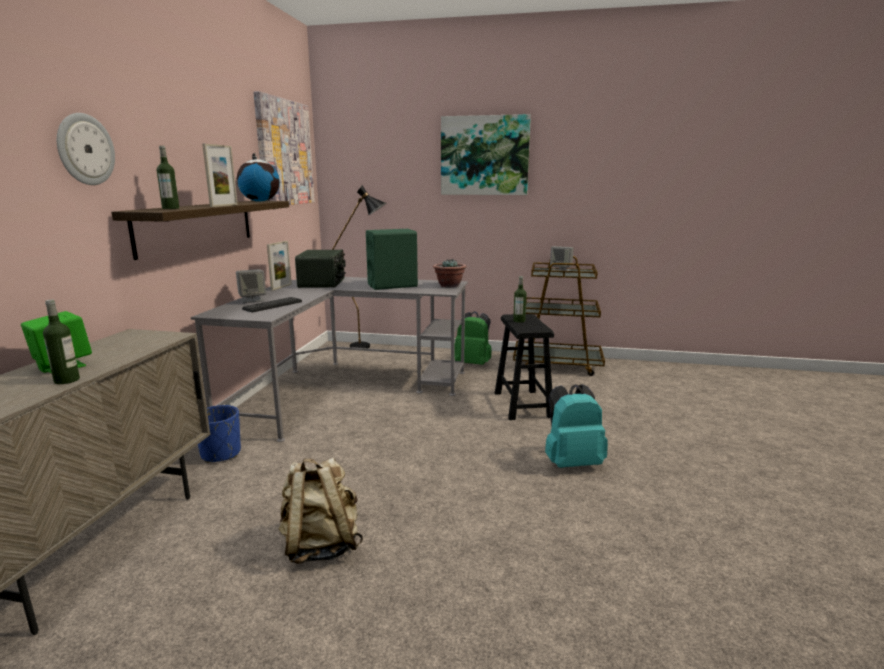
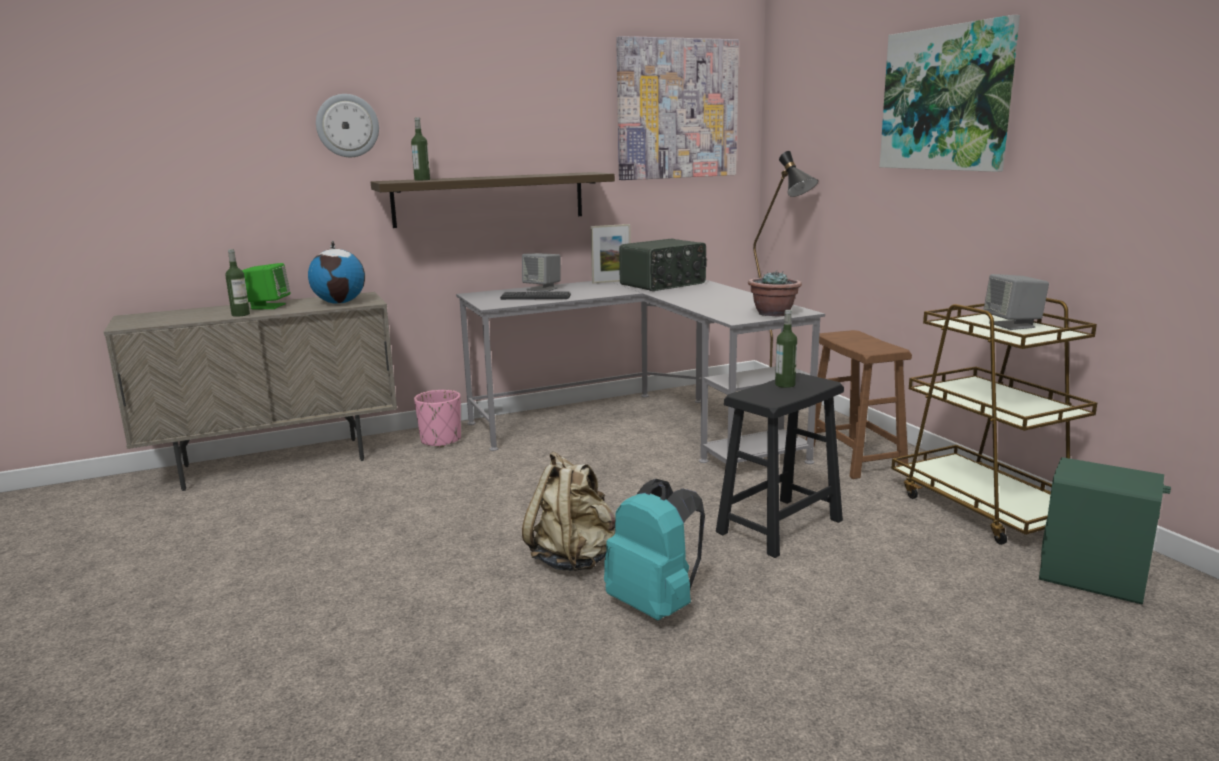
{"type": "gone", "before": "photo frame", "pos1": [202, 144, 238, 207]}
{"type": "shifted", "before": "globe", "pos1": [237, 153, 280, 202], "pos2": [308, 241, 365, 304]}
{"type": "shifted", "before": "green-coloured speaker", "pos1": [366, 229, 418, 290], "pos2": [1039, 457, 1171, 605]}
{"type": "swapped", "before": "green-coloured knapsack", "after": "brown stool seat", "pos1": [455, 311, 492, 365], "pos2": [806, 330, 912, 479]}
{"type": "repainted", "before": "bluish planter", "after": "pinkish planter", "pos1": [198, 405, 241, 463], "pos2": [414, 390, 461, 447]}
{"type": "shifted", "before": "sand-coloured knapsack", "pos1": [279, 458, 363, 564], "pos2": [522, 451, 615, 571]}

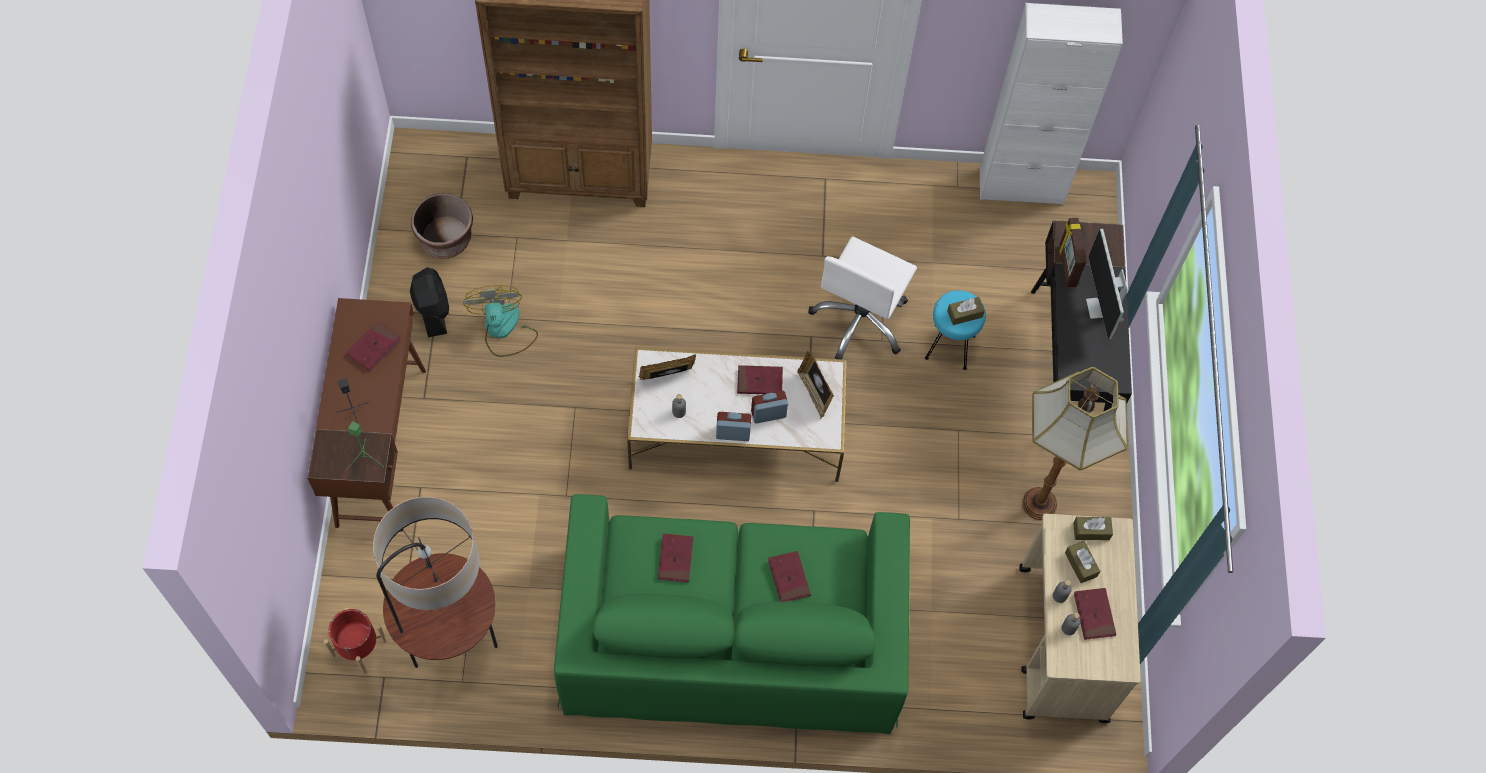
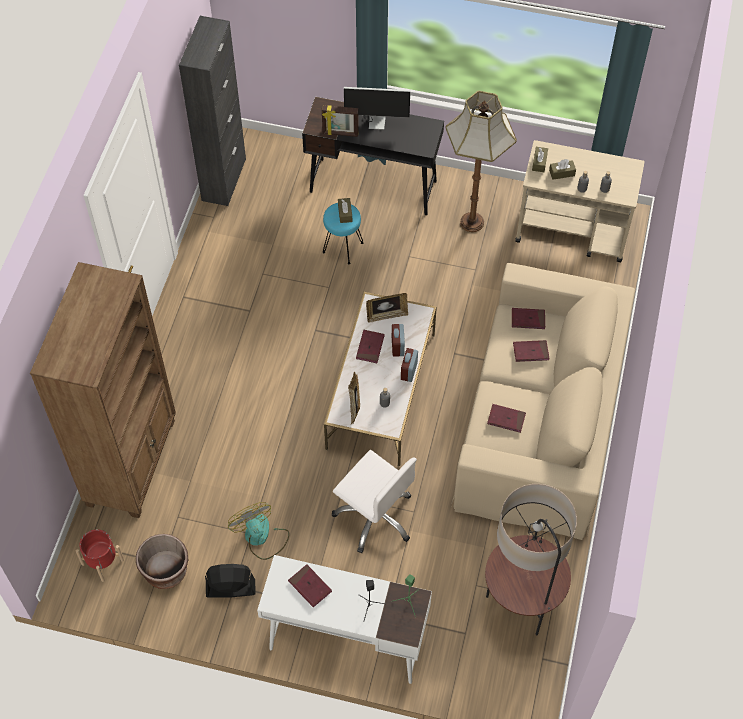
{"type": "repainted", "before": "white-coloured cabinet", "after": "black cabinet", "pos1": [980, 3, 1123, 205], "pos2": [179, 16, 246, 206]}
{"type": "shifted", "before": "white-coloured office chair", "pos1": [808, 237, 917, 359], "pos2": [332, 450, 417, 553]}
{"type": "rotated", "before": "fan", "pos1": [463, 285, 538, 357], "pos2": [228, 502, 290, 560], "turn": 60}
{"type": "repainted", "before": "brown desk table", "after": "white-coloured desk table", "pos1": [307, 298, 426, 532], "pos2": [257, 555, 432, 684]}
{"type": "repainted", "before": "green-coloured sofa", "after": "sand-coloured sofa", "pos1": [554, 494, 910, 734], "pos2": [451, 263, 635, 540]}
{"type": "shifted", "before": "red book", "pos1": [1074, 588, 1117, 640], "pos2": [512, 308, 545, 329]}
{"type": "shifted", "before": "red planter", "pos1": [324, 608, 387, 674], "pos2": [76, 529, 124, 582]}

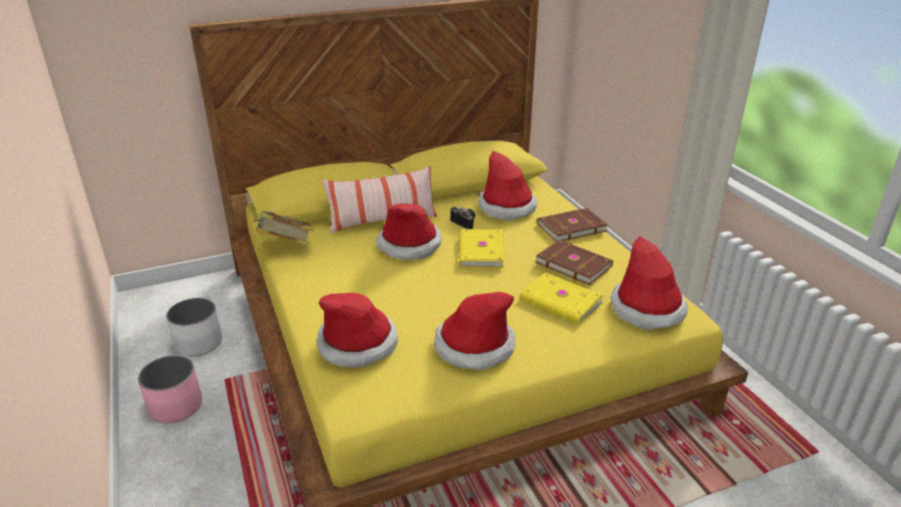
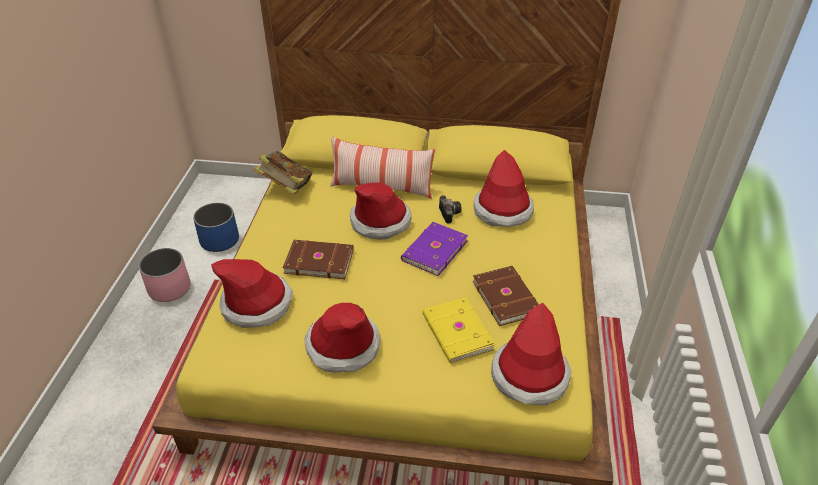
{"type": "shifted", "before": "brown book", "pos1": [537, 208, 608, 241], "pos2": [283, 240, 354, 279]}
{"type": "repainted", "before": "yellowish book", "after": "purple book", "pos1": [459, 229, 504, 268], "pos2": [401, 222, 468, 276]}
{"type": "repainted", "before": "white-coloured planter", "after": "bluish planter", "pos1": [166, 298, 222, 357], "pos2": [193, 203, 239, 252]}

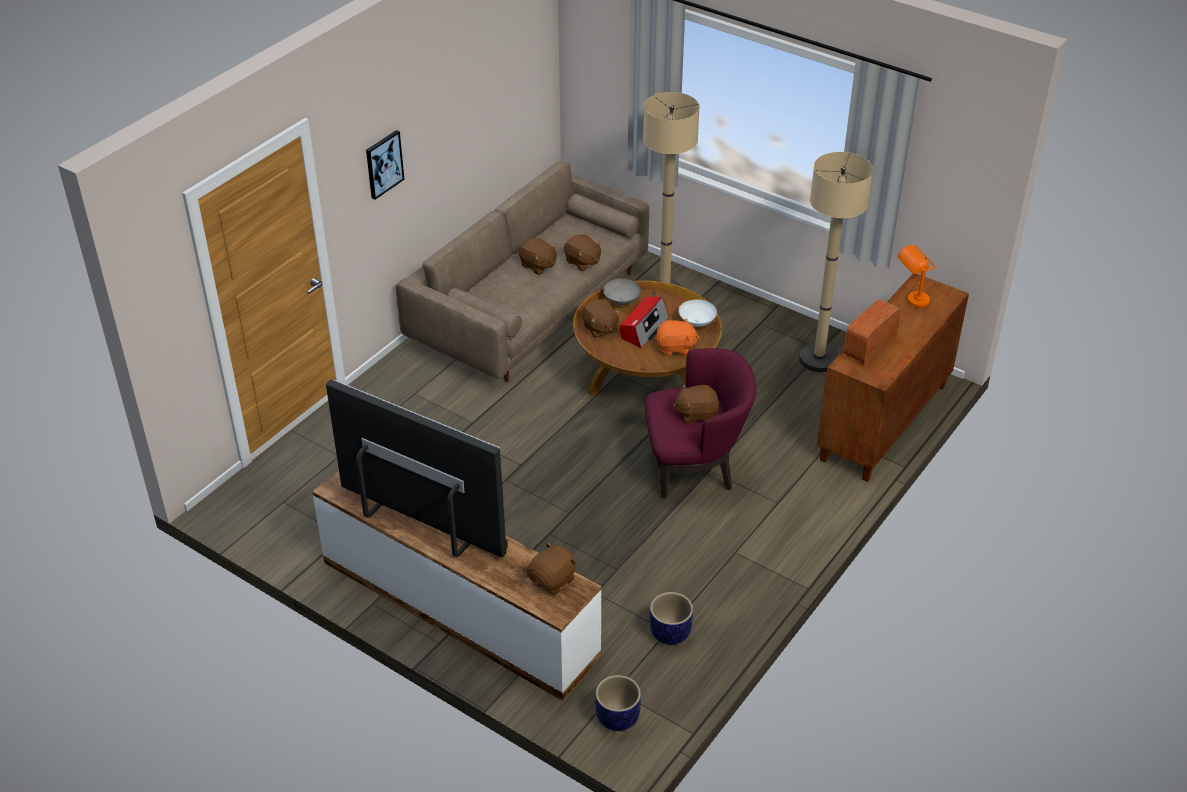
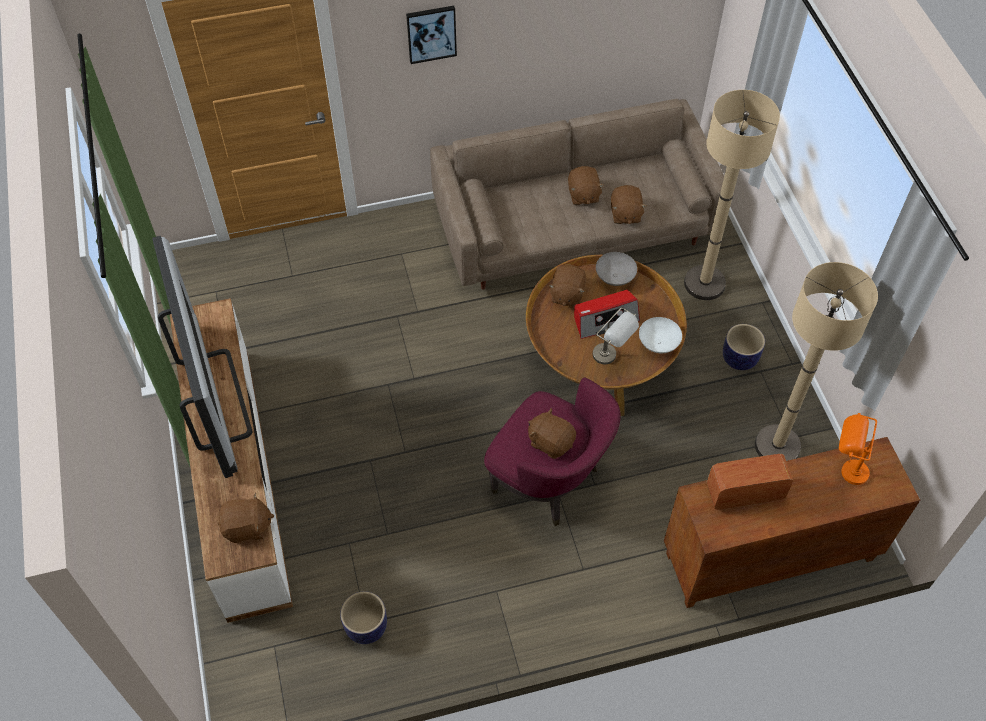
{"type": "swapped", "before": "orangey plush toy", "after": "greyish tabletop lamp", "pos1": [655, 318, 700, 356], "pos2": [593, 307, 639, 364]}
{"type": "shifted", "before": "planter", "pos1": [595, 675, 641, 731], "pos2": [723, 324, 765, 370]}

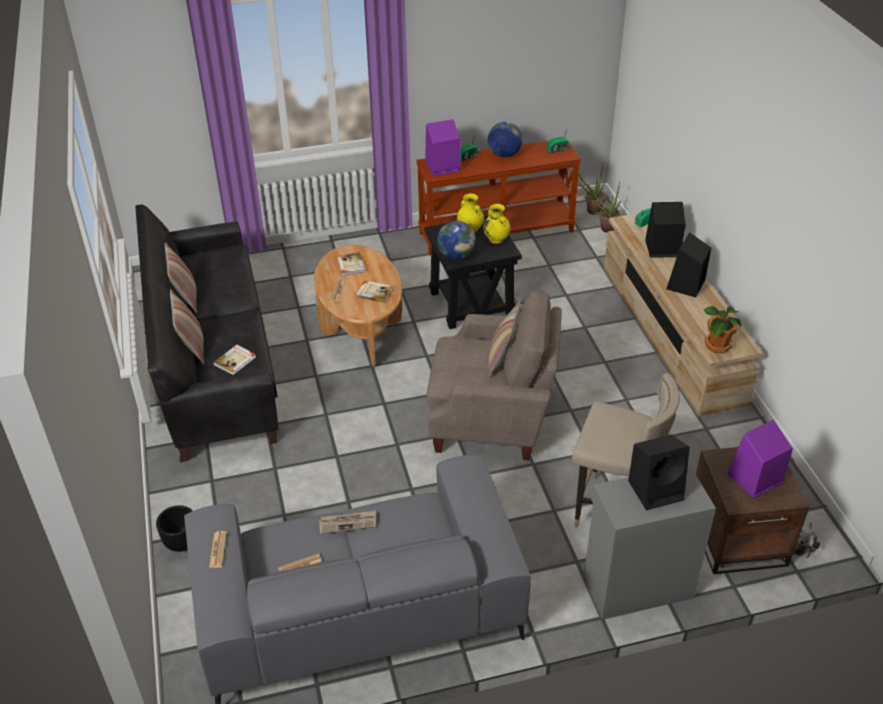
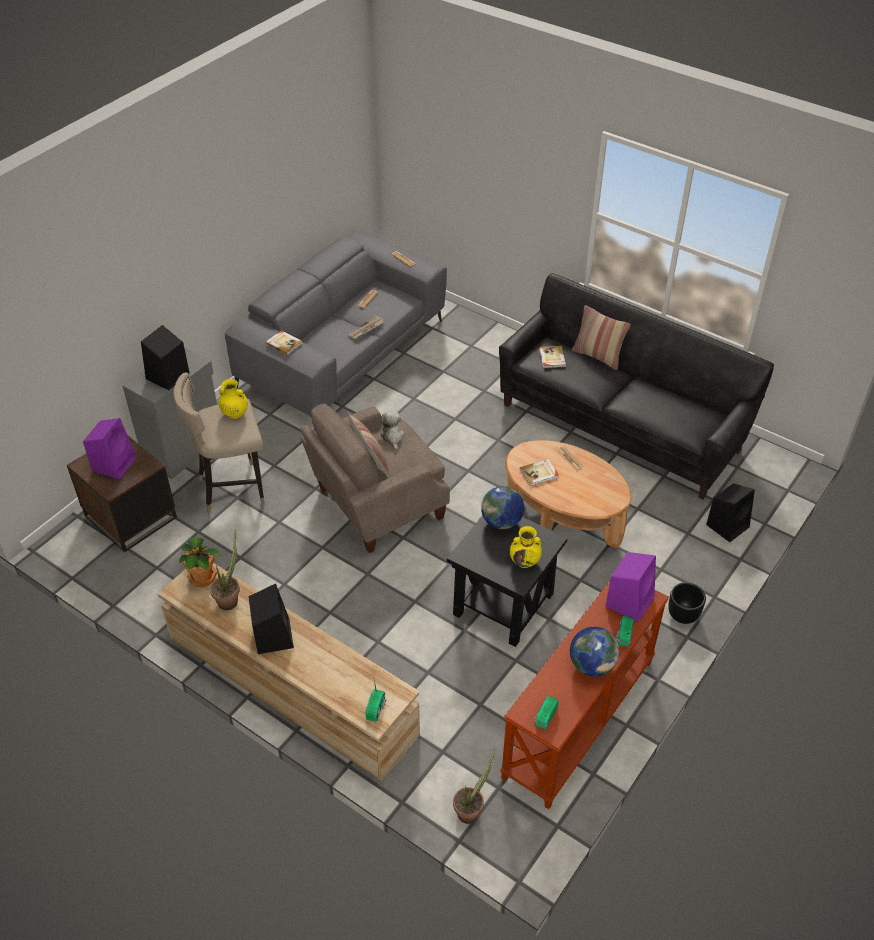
{"type": "shifted", "before": "plant in a pot", "pos1": [578, 164, 606, 215], "pos2": [210, 529, 240, 610]}
{"type": "shifted", "before": "black speaker", "pos1": [645, 202, 686, 258], "pos2": [706, 483, 755, 542]}
{"type": "shifted", "before": "yellowish decorative vase", "pos1": [483, 204, 510, 244], "pos2": [219, 379, 248, 419]}
{"type": "gone", "before": "cushion", "pos1": [165, 242, 197, 313]}
{"type": "shifted", "before": "book", "pos1": [337, 252, 366, 276], "pos2": [266, 330, 302, 355]}
{"type": "shifted", "before": "black planter", "pos1": [156, 505, 192, 552], "pos2": [668, 582, 706, 624]}
{"type": "shifted", "before": "plush toy", "pos1": [794, 522, 820, 558], "pos2": [378, 411, 404, 451]}

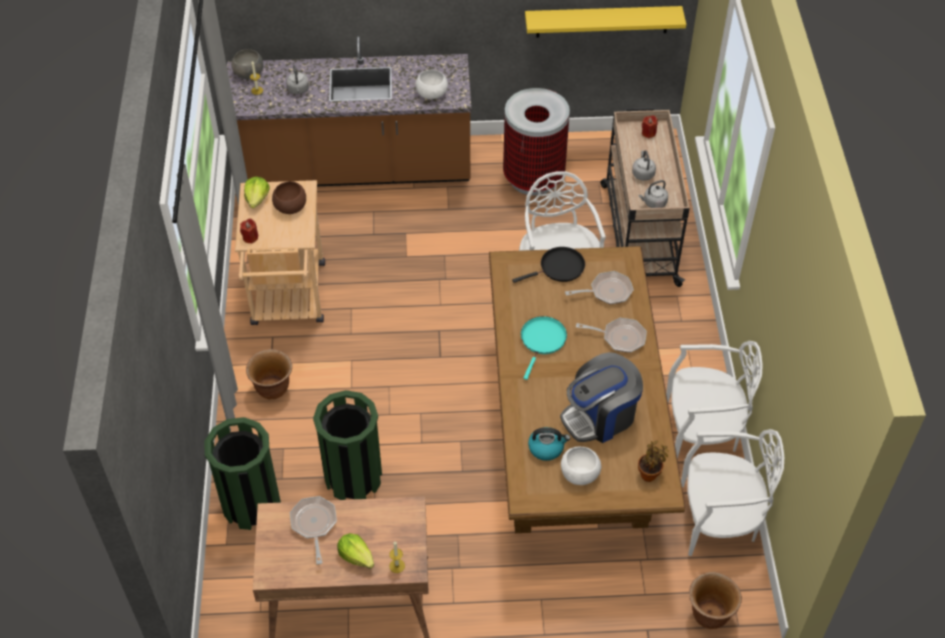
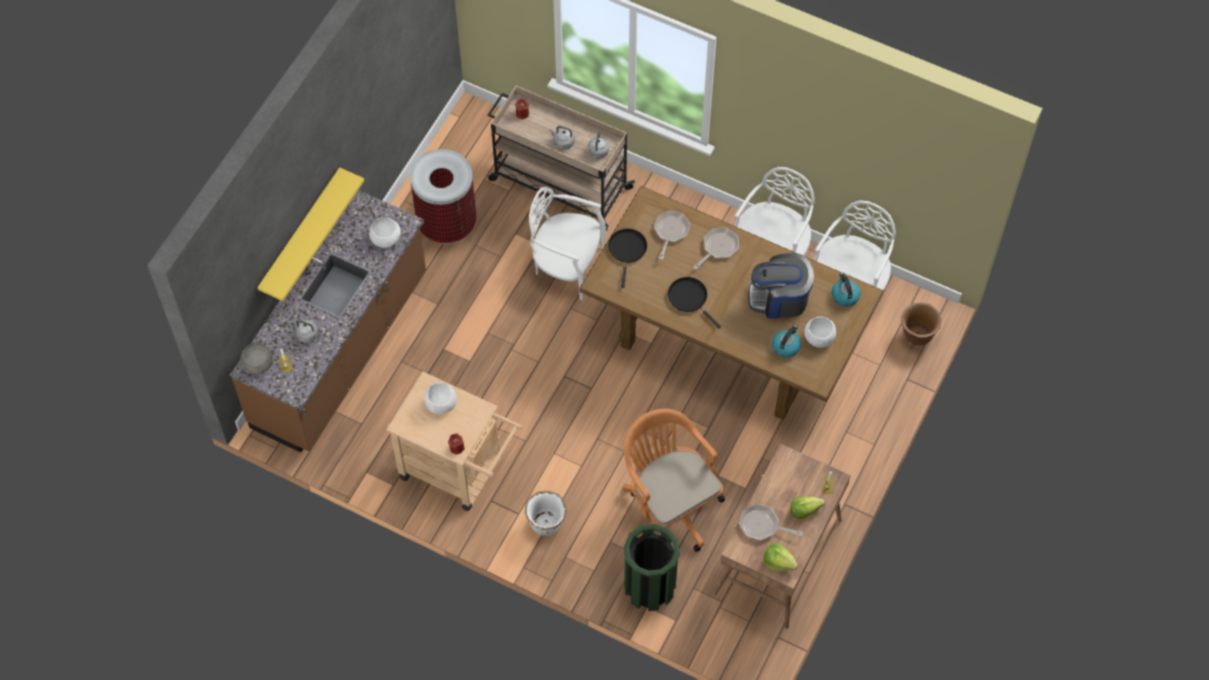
{"type": "shifted", "before": "yellowish shelf", "pos1": [525, 6, 686, 37], "pos2": [257, 167, 364, 301]}
{"type": "shifted", "before": "lettuce", "pos1": [244, 177, 270, 208], "pos2": [764, 543, 798, 571]}
{"type": "repainted", "before": "brown bowl", "after": "white-coloured bowl", "pos1": [272, 181, 306, 214], "pos2": [424, 382, 457, 414]}
{"type": "repainted", "before": "turquoise-coloured skillet", "after": "black skillet", "pos1": [521, 316, 567, 380], "pos2": [668, 277, 721, 329]}
{"type": "repainted", "before": "brown planter", "after": "white-coloured planter", "pos1": [246, 349, 292, 399], "pos2": [525, 491, 566, 536]}
{"type": "rotated", "before": "coffee maker", "pos1": [560, 352, 643, 443], "pos2": [748, 253, 814, 319], "turn": 90}
{"type": "swapped", "before": "green-coloured rubbish bin", "after": "orangey office chair", "pos1": [313, 390, 382, 500], "pos2": [622, 409, 725, 552]}
{"type": "swapped", "before": "plant in a pot", "after": "kettle", "pos1": [638, 440, 669, 482], "pos2": [832, 272, 860, 307]}

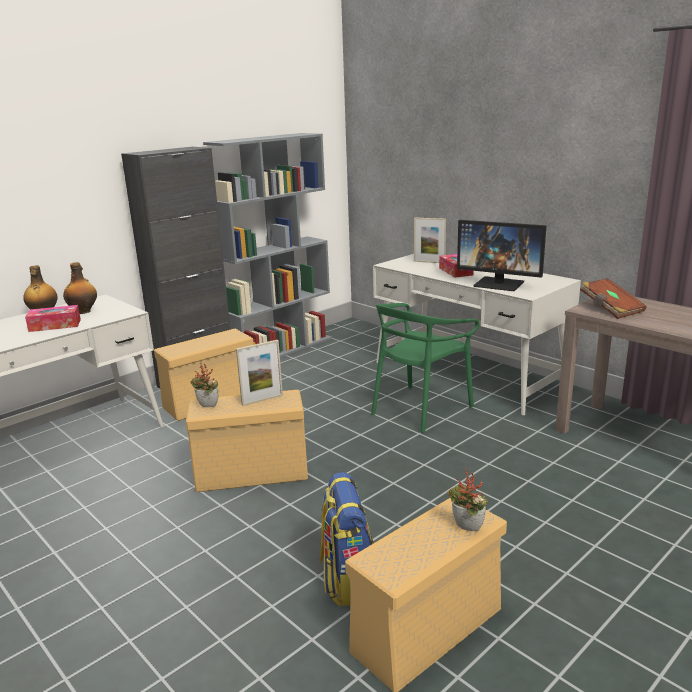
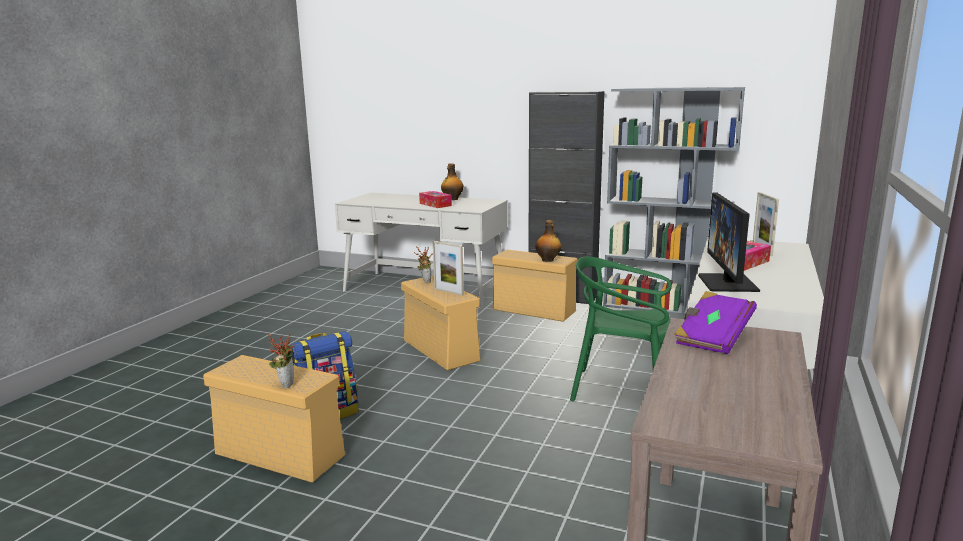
{"type": "shifted", "before": "bottle", "pos1": [63, 262, 97, 314], "pos2": [535, 220, 561, 262]}
{"type": "repainted", "before": "brown book", "after": "purple book", "pos1": [580, 278, 647, 319], "pos2": [674, 291, 757, 354]}

